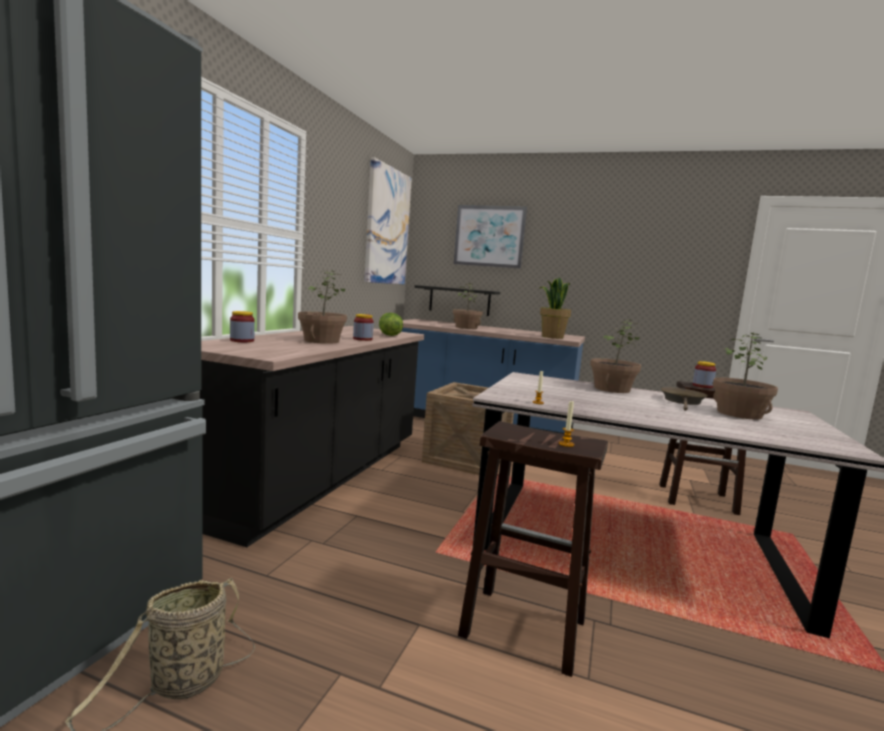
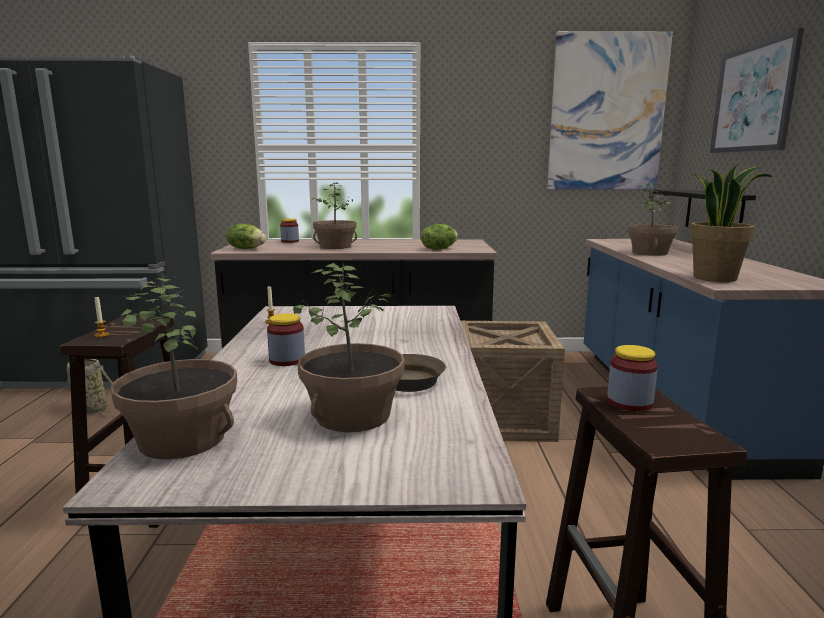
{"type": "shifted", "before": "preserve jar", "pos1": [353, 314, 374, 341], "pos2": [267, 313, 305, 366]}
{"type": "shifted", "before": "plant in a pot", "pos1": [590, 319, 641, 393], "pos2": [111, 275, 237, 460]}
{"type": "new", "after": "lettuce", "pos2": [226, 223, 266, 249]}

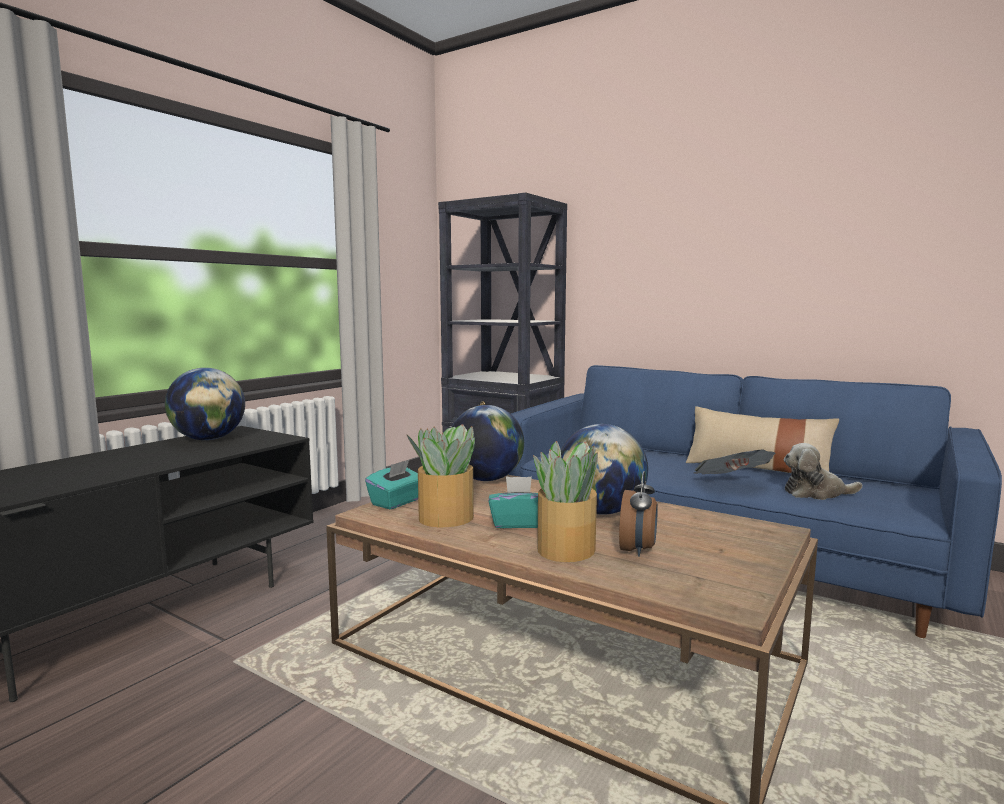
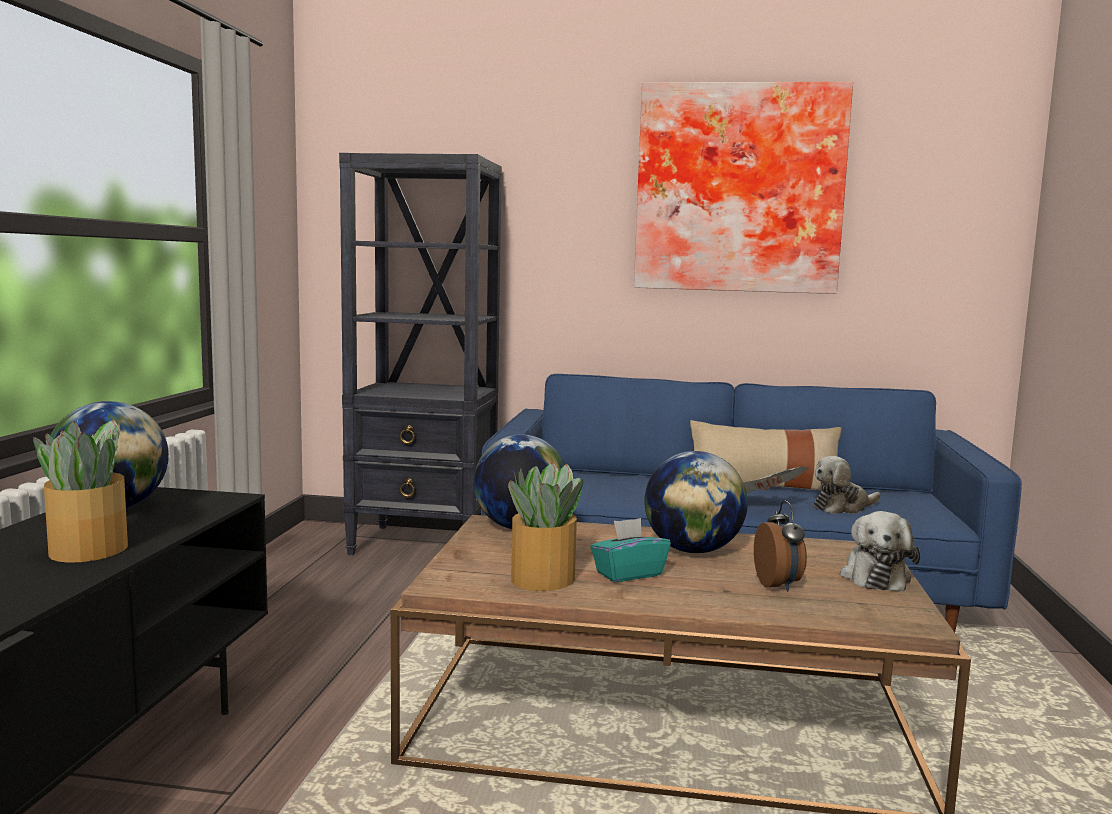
{"type": "shifted", "before": "plant in a pot", "pos1": [533, 441, 598, 562], "pos2": [33, 420, 128, 563]}
{"type": "gone", "before": "turquoise-coloured tissue box", "pos1": [365, 460, 418, 509]}
{"type": "new", "after": "wall art", "pos2": [634, 82, 853, 294]}
{"type": "new", "after": "plush toy", "pos2": [840, 511, 920, 592]}

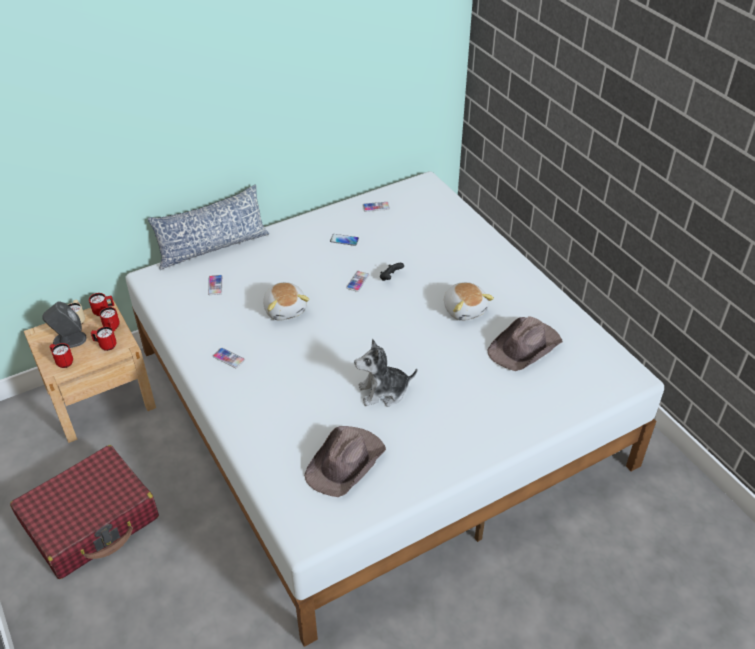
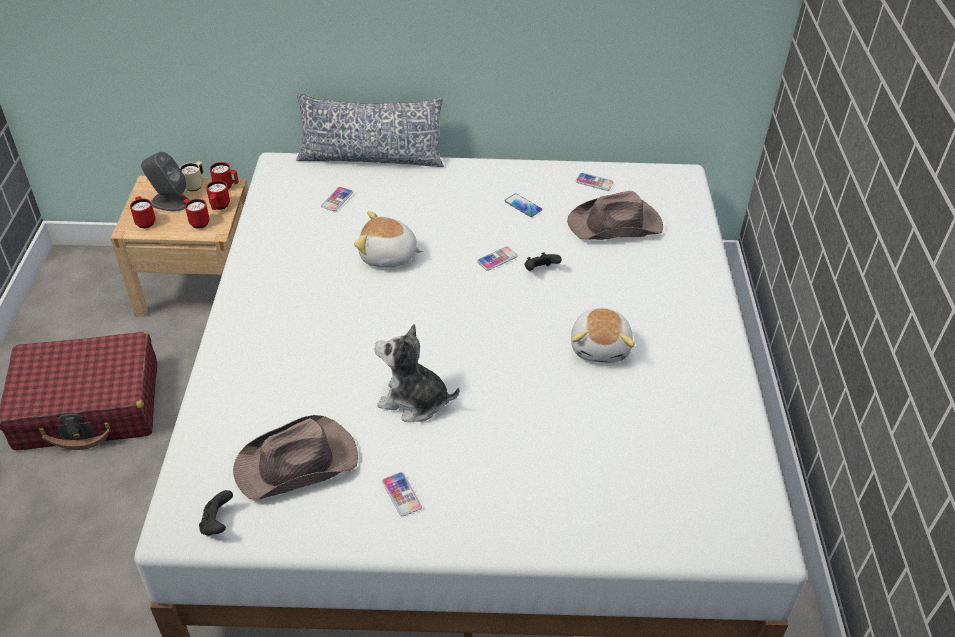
{"type": "rotated", "before": "plush toy", "pos1": [263, 282, 309, 321], "pos2": [354, 211, 424, 268], "turn": 90}
{"type": "shifted", "before": "brown hat", "pos1": [488, 316, 563, 371], "pos2": [567, 191, 663, 240]}
{"type": "shifted", "before": "phone", "pos1": [213, 348, 245, 368], "pos2": [382, 472, 422, 516]}
{"type": "new", "after": "black game controller", "pos2": [199, 490, 233, 536]}

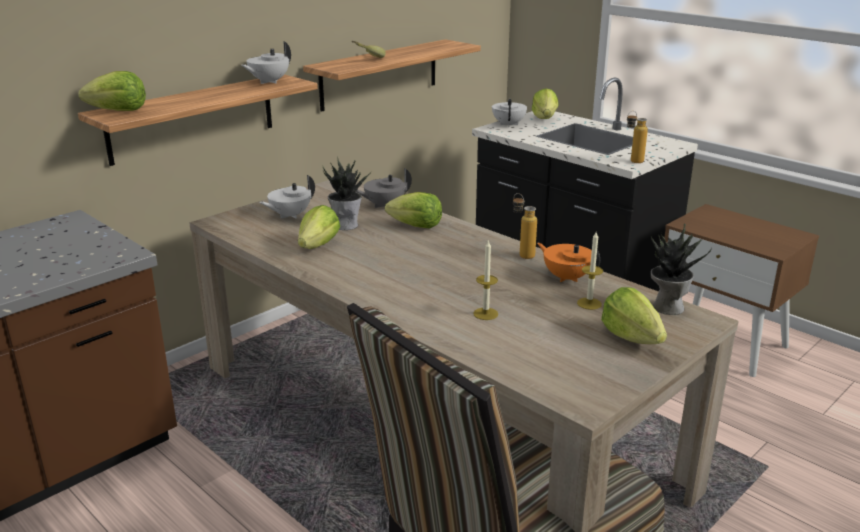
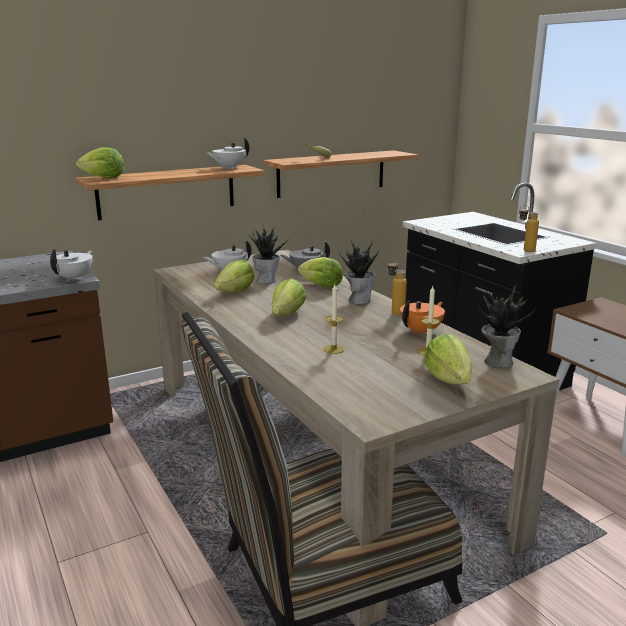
{"type": "shifted", "before": "lettuce", "pos1": [532, 88, 559, 119], "pos2": [272, 279, 307, 316]}
{"type": "shifted", "before": "white-coloured tea pot", "pos1": [492, 99, 527, 127], "pos2": [50, 249, 93, 281]}
{"type": "rotated", "before": "orangey tea pot", "pos1": [537, 243, 600, 282], "pos2": [400, 301, 445, 335], "turn": 75}
{"type": "new", "after": "plant in a pot", "pos2": [338, 240, 379, 304]}

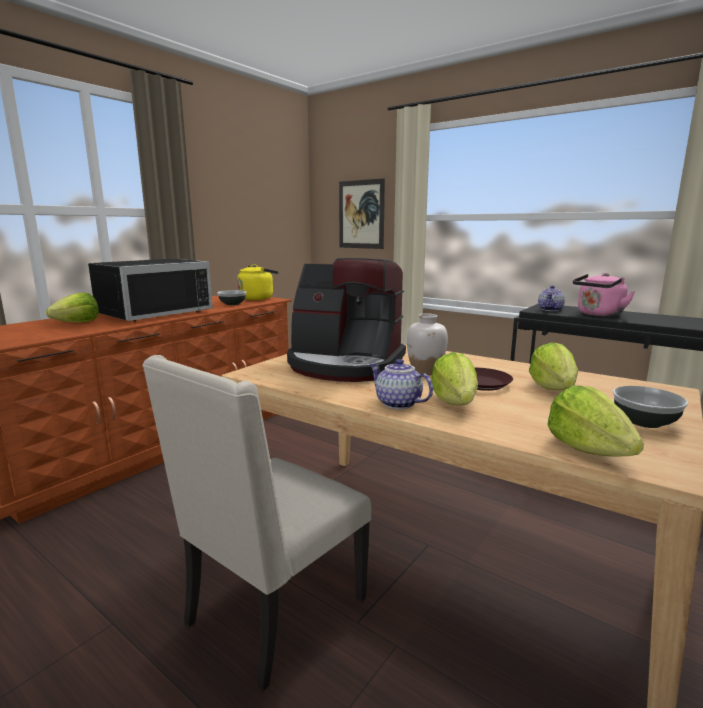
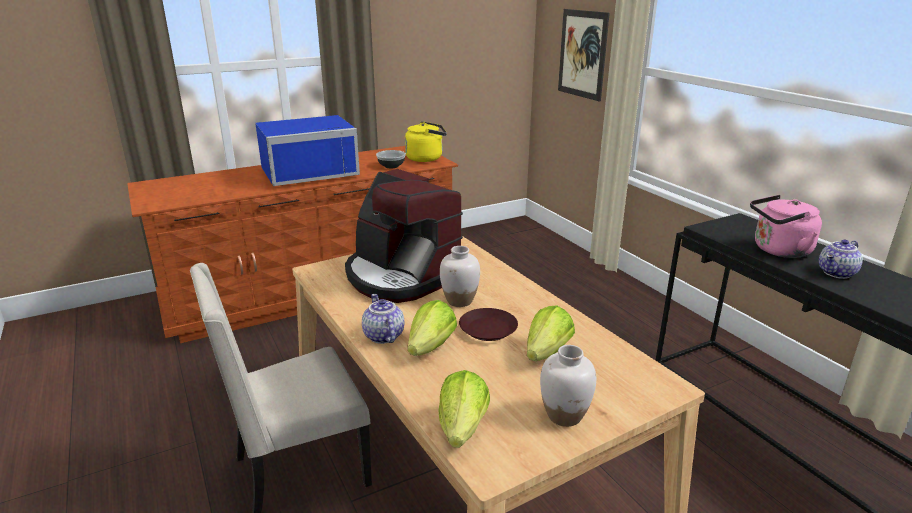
{"type": "repainted", "before": "black microwave oven", "after": "bluish microwave oven", "pos1": [88, 259, 213, 322], "pos2": [255, 115, 360, 186]}
{"type": "shifted", "before": "tea pot", "pos1": [538, 286, 565, 311], "pos2": [819, 240, 863, 279]}
{"type": "gone", "before": "lettuce", "pos1": [46, 293, 99, 323]}
{"type": "swapped", "before": "bowl", "after": "white-coloured decorative vase", "pos1": [613, 386, 688, 428], "pos2": [540, 345, 596, 427]}

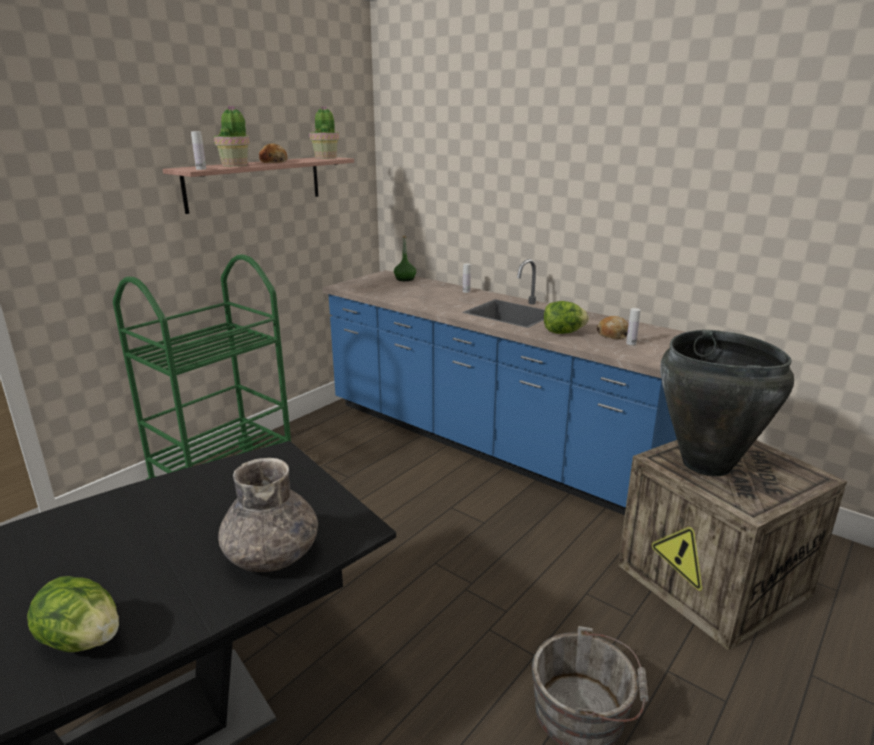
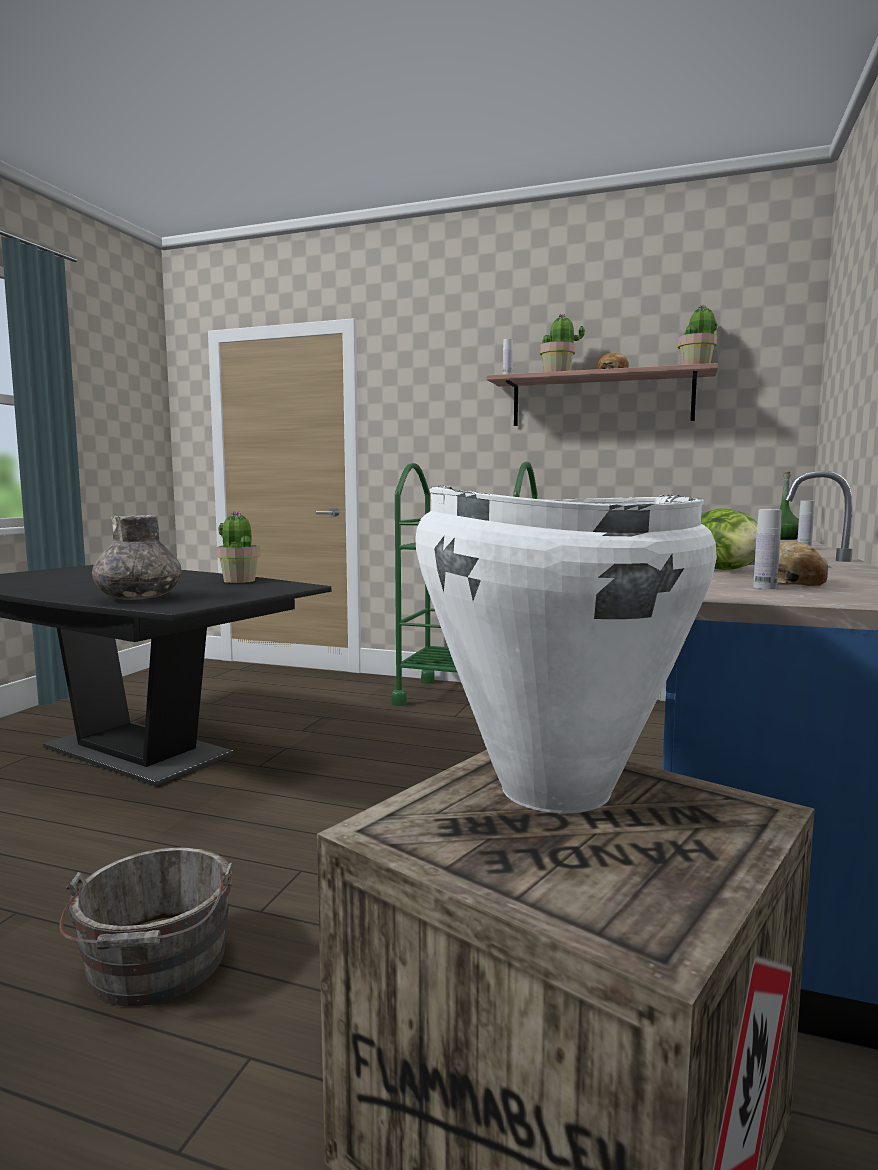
{"type": "repainted", "before": "black decorative vase", "after": "white-coloured decorative vase", "pos1": [660, 330, 794, 476], "pos2": [415, 486, 717, 813]}
{"type": "gone", "before": "lettuce", "pos1": [27, 576, 119, 652]}
{"type": "new", "after": "plant in a pot", "pos2": [216, 511, 260, 583]}

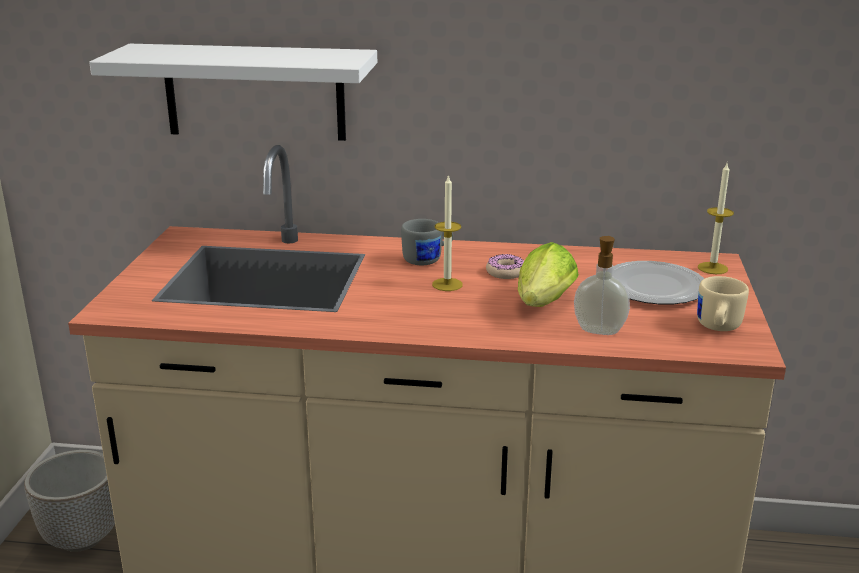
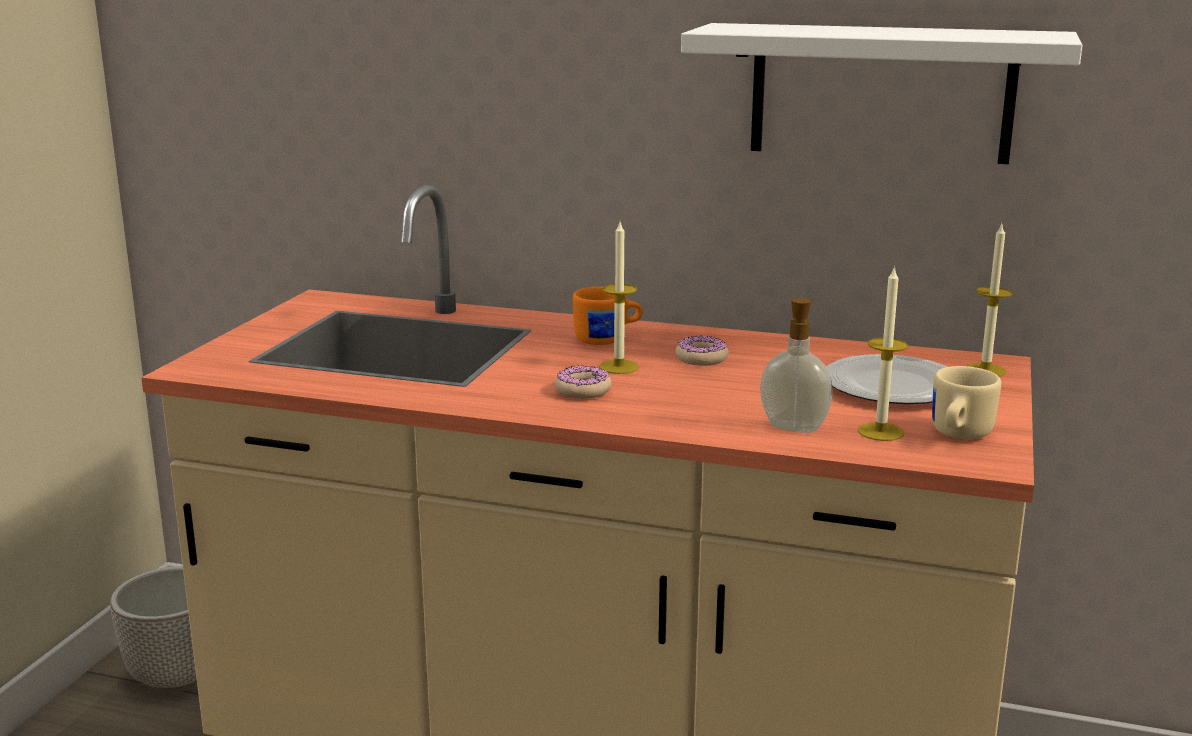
{"type": "shifted", "before": "white-coloured shelf", "pos1": [89, 44, 377, 141], "pos2": [681, 23, 1083, 164]}
{"type": "repainted", "before": "greyish tea mug", "after": "orangey tea mug", "pos1": [401, 219, 453, 265], "pos2": [573, 287, 642, 345]}
{"type": "gone", "before": "lettuce", "pos1": [518, 242, 579, 307]}
{"type": "new", "after": "wax light", "pos2": [858, 266, 908, 441]}
{"type": "new", "after": "ring doughnut", "pos2": [555, 365, 612, 399]}

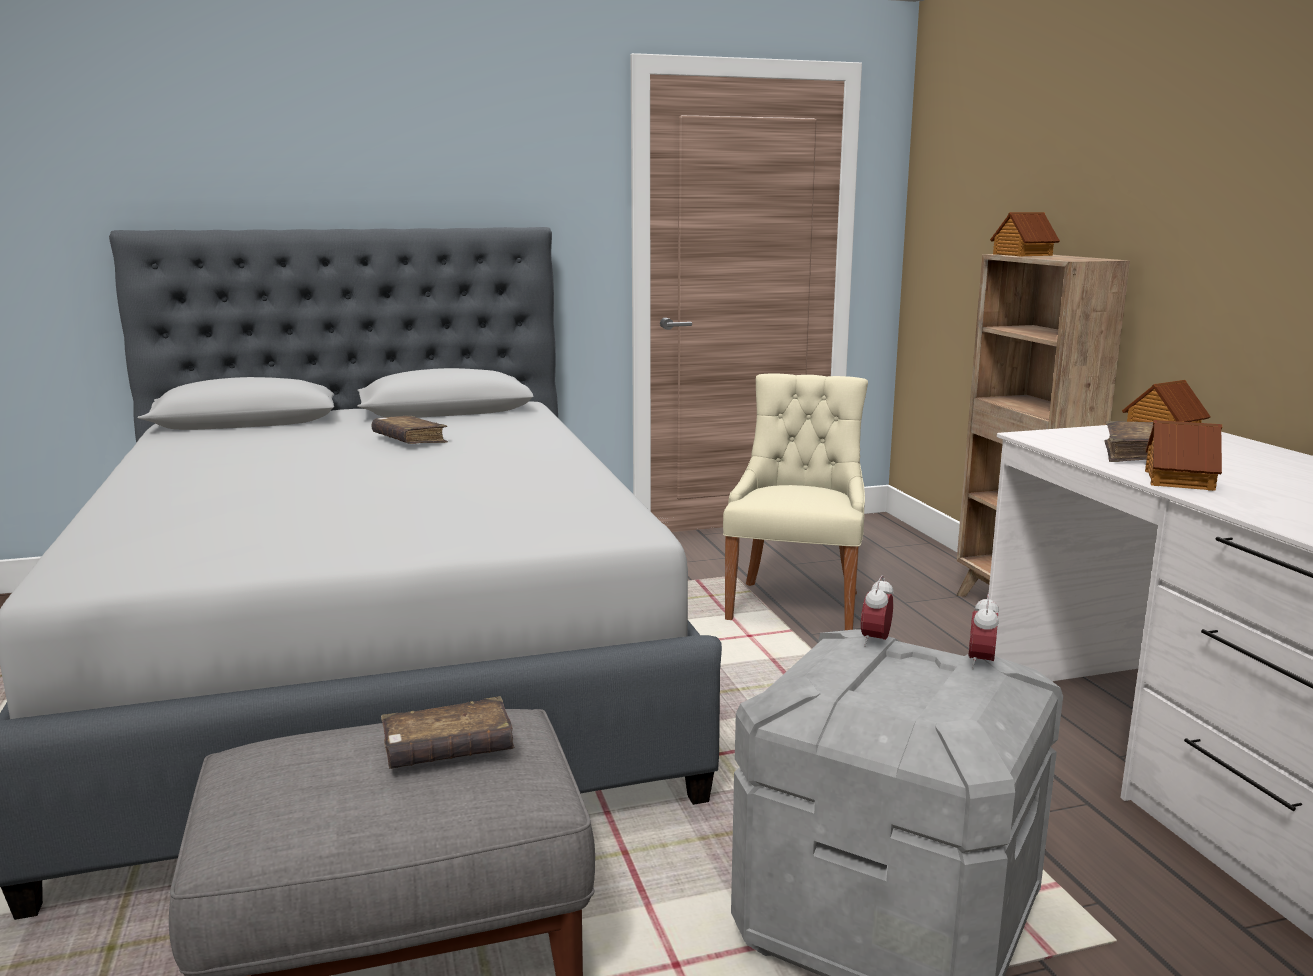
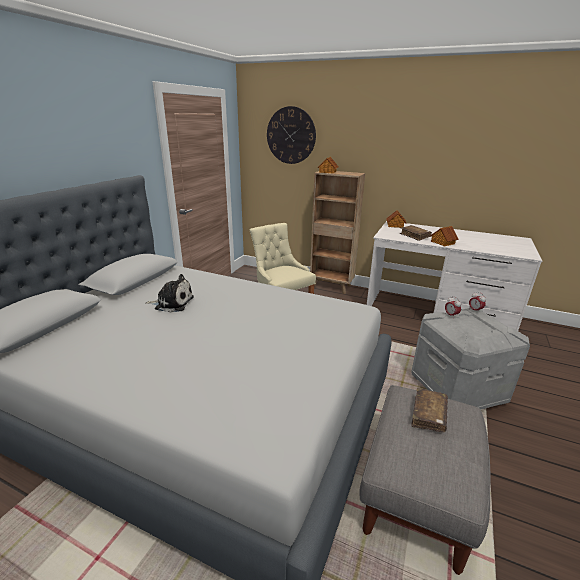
{"type": "swapped", "before": "brown book", "after": "plush toy", "pos1": [372, 416, 448, 444], "pos2": [145, 274, 194, 313]}
{"type": "new", "after": "hanging clock", "pos2": [267, 106, 316, 164]}

